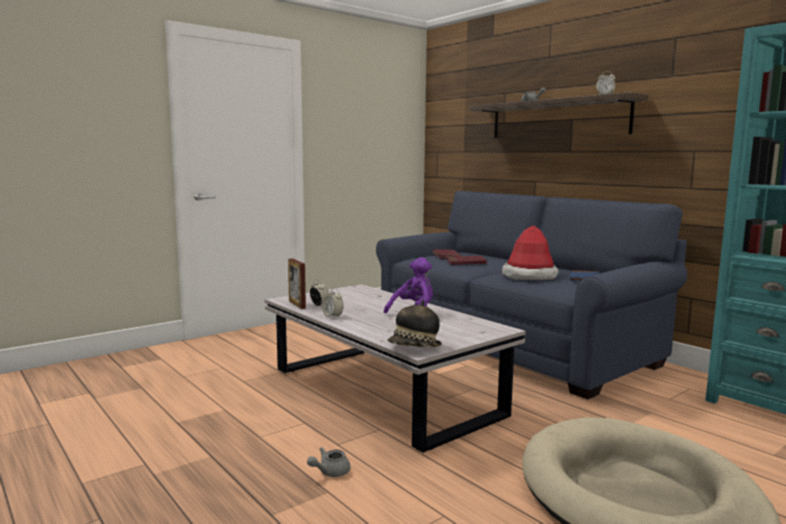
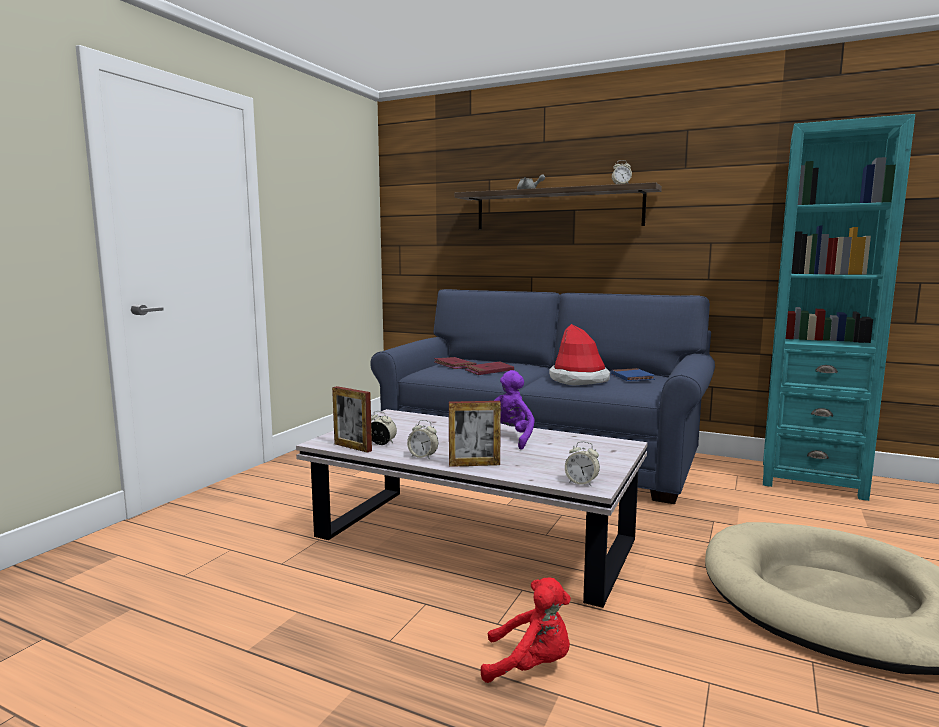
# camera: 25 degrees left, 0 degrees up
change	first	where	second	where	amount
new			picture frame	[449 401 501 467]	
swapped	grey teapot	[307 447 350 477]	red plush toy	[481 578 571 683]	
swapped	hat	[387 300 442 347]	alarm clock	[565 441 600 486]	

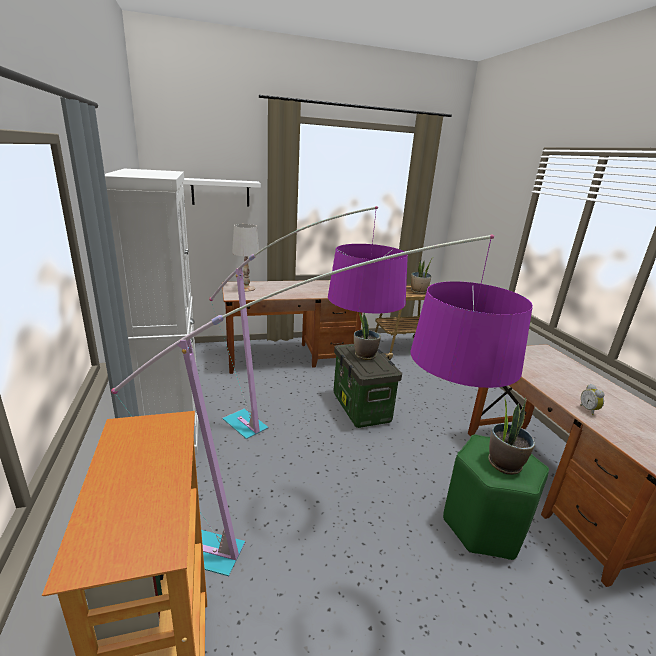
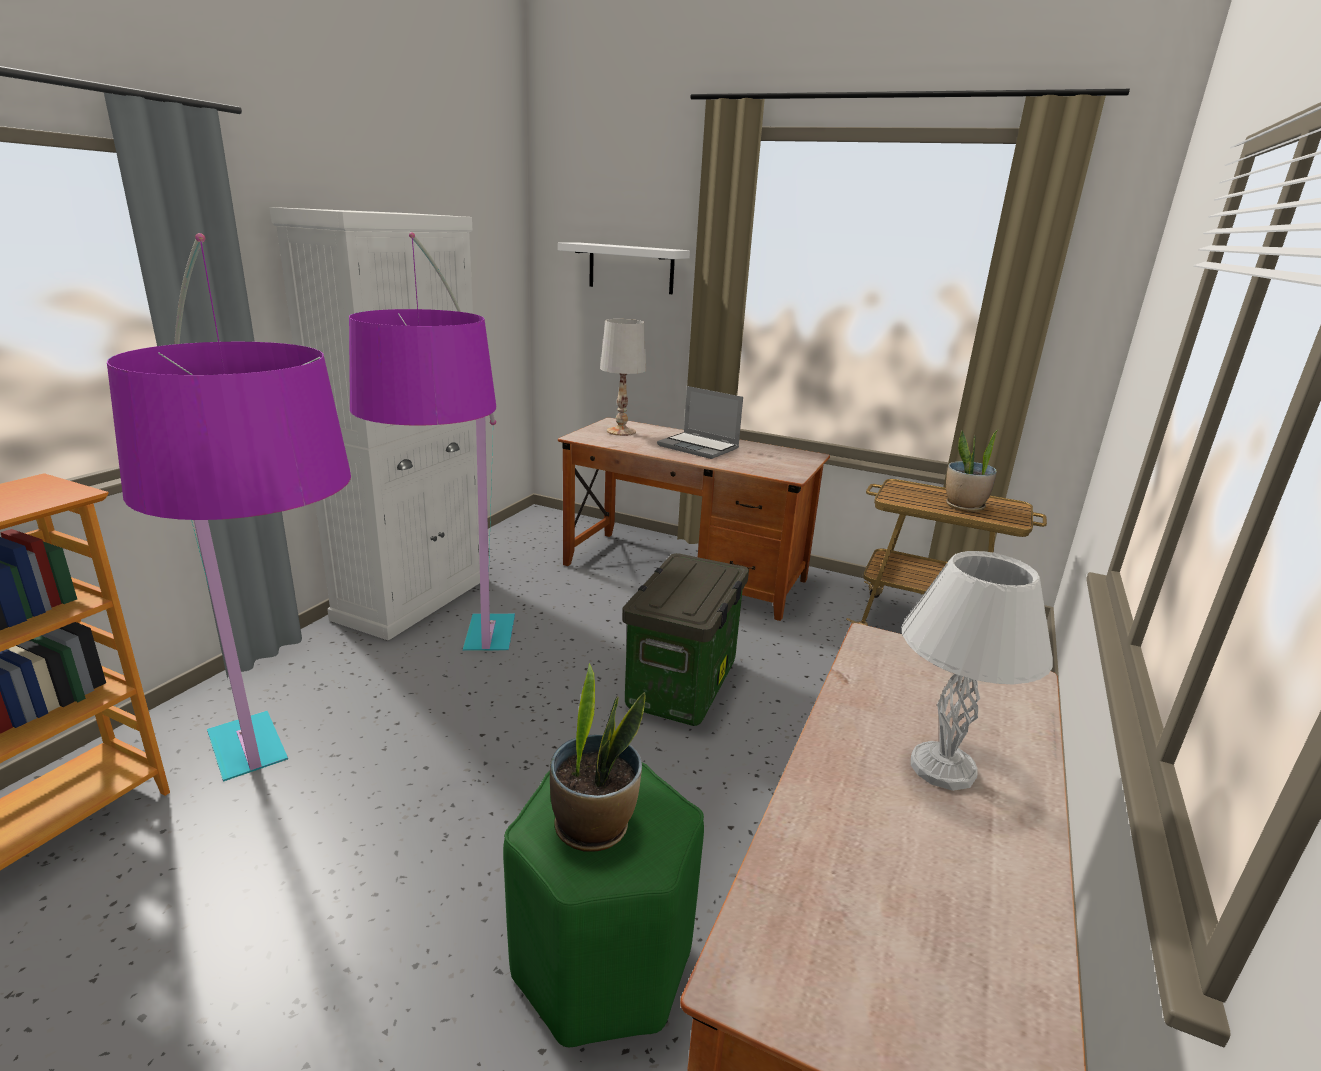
# camera: 40 degrees right, 0 degrees up
change	first	where	second	where	amount
new			laptop	[657 386 743 459]	
new			white table lamp	[901 551 1053 791]	
gone	potted plant	[354 312 381 360]			
gone	alarm clock	[580 384 604 415]			

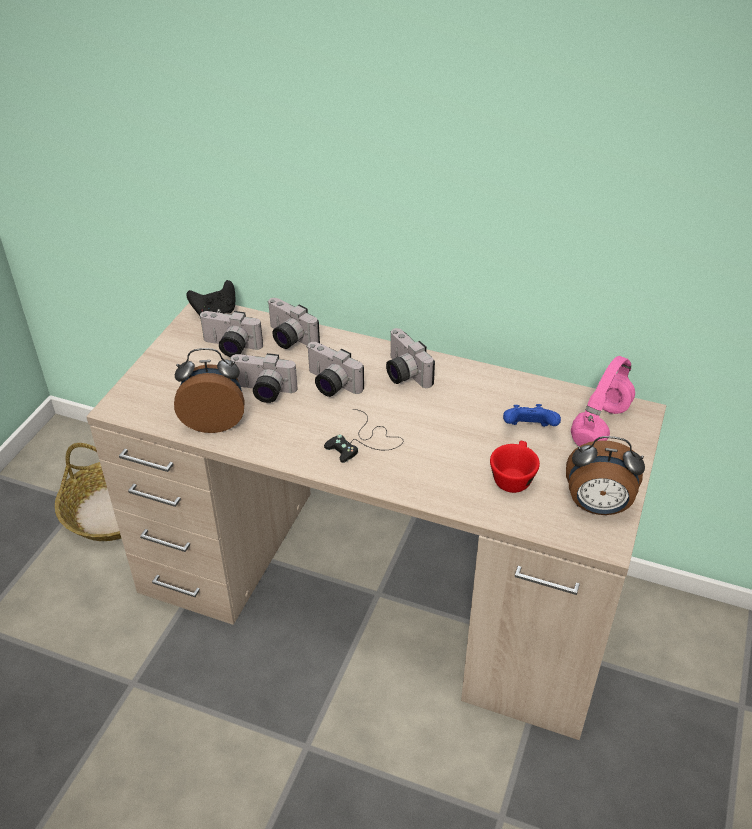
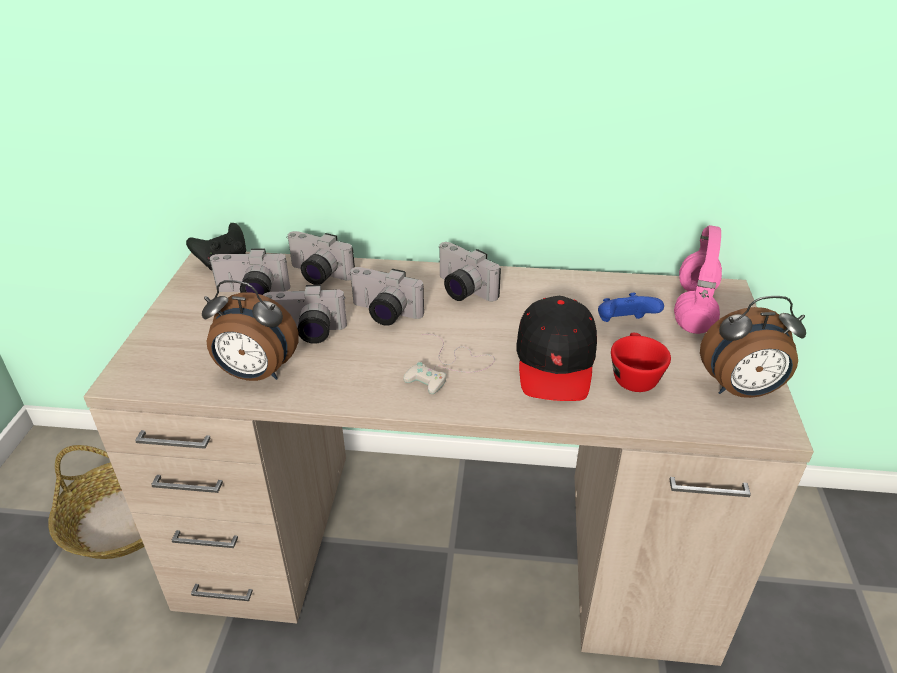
# camera: 15 degrees left, 5 degrees down
change	first	where	second	where	amount
rotated	alarm clock	[174 348 245 433]		[202 280 299 381]	150 degrees counterclockwise
repainted	black game controller	[324 409 403 463]	white game controller	[403 334 495 394]	
new			black cap	[516 296 597 401]	

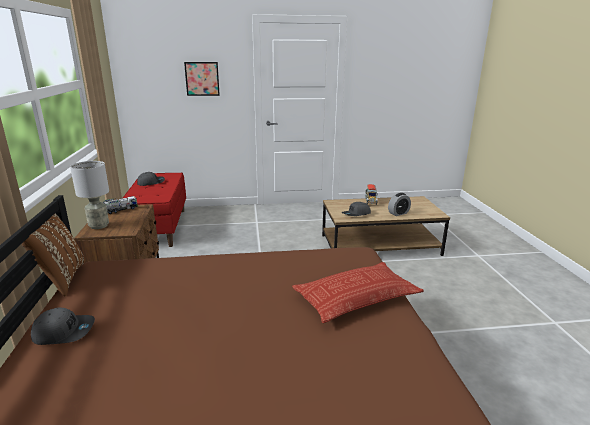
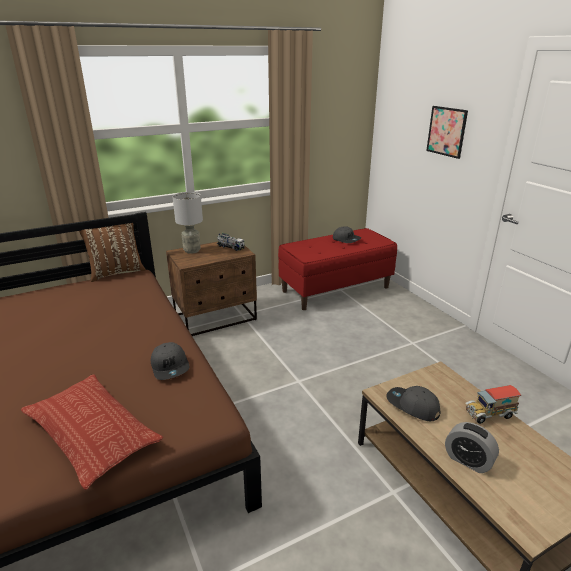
# camera: 70 degrees right, 5 degrees up
change	first	where	second	where	amount
shifted	grey cap	[31 308 95 345]		[151 342 189 380]	

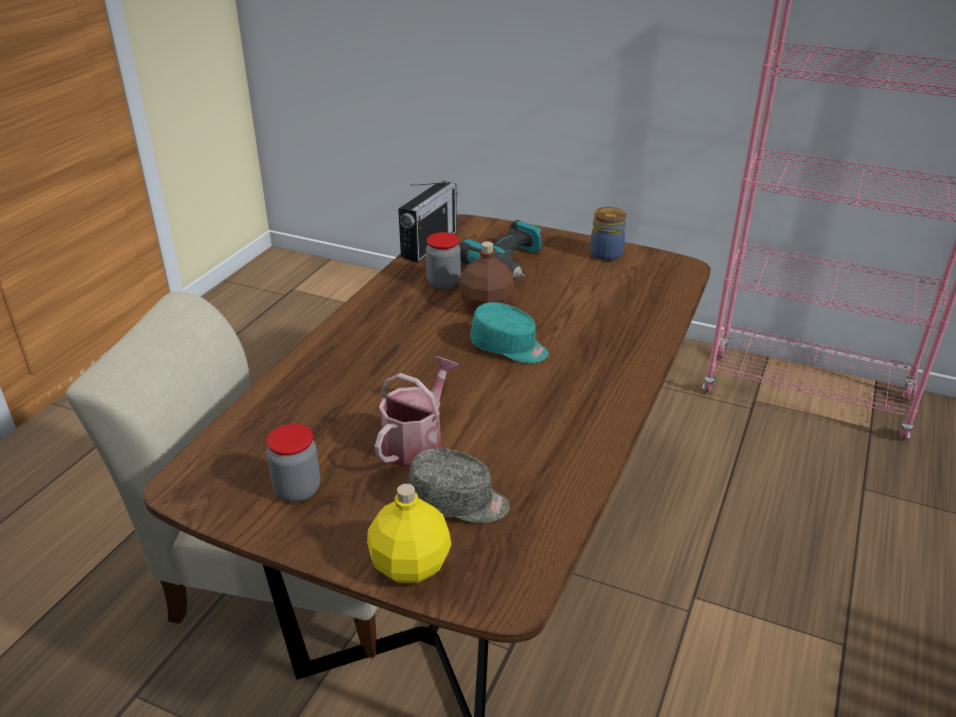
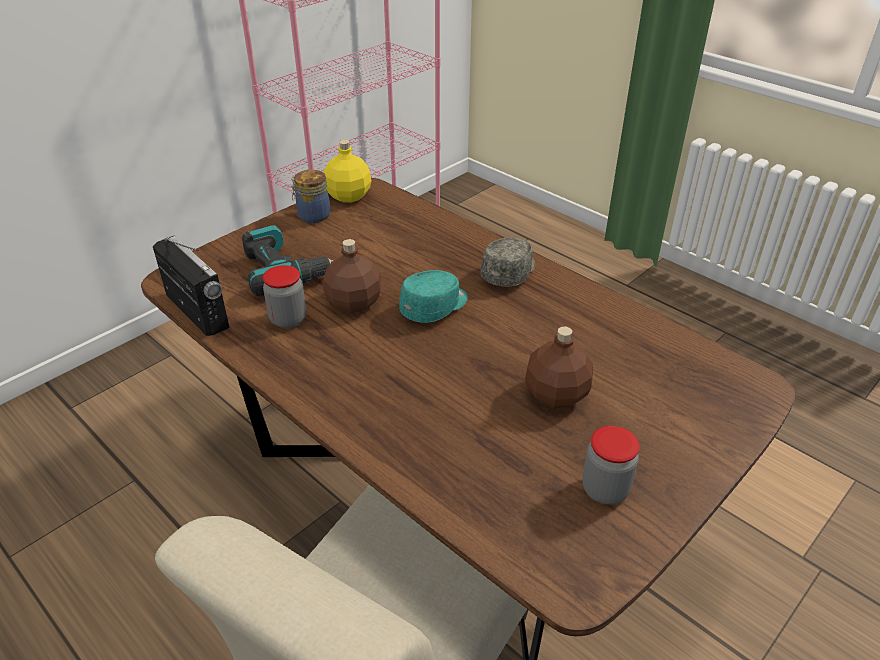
# camera: 70 degrees left, 5 degrees up
change	first	where	second	where	amount
shifted	yellow bottle	[367 484 451 583]		[324 140 371 203]	
shifted	grey cap	[407 448 510 523]		[480 237 535 287]	
swapped	watering can	[374 356 459 467]	brown bottle	[525 327 593 408]	

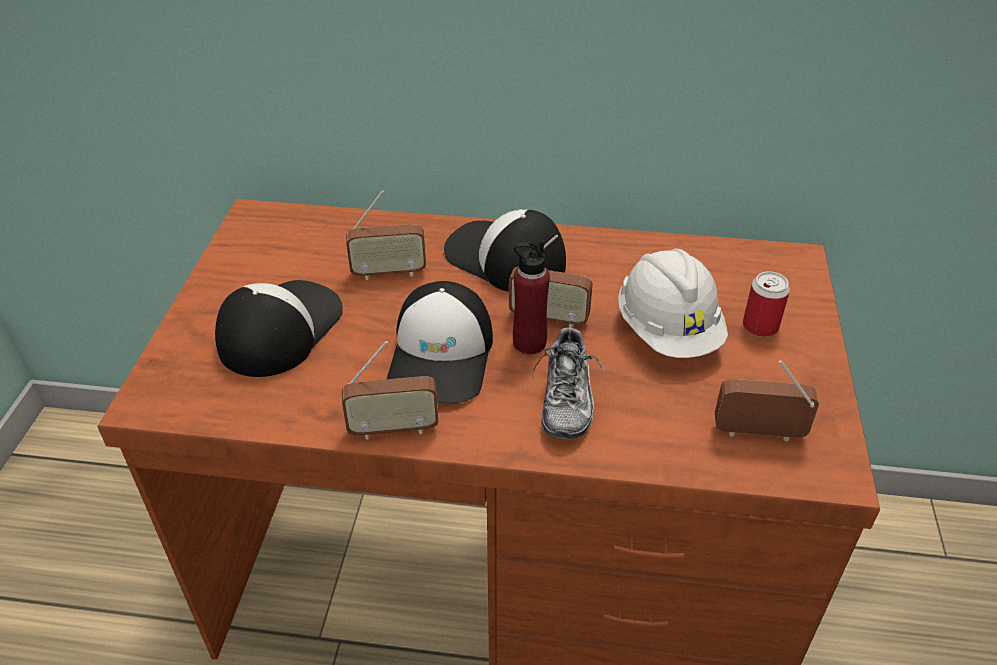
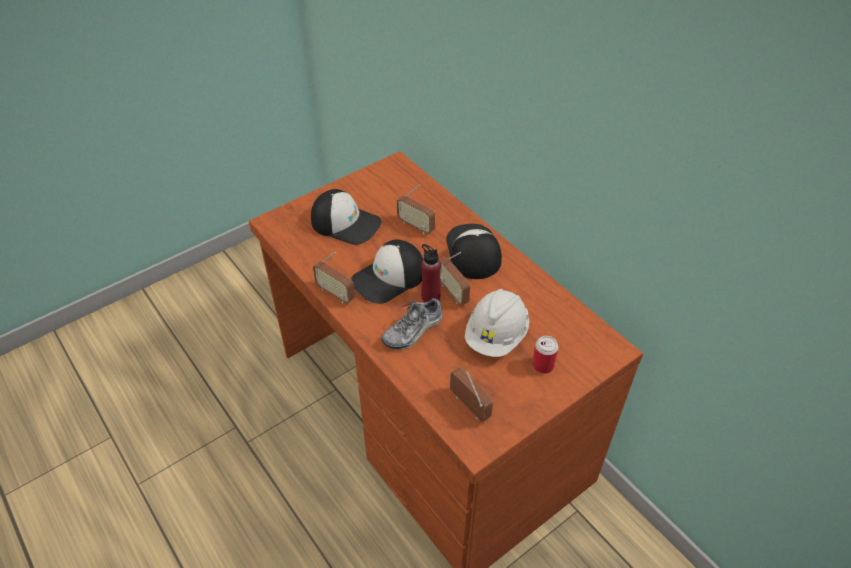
# camera: 45 degrees right, 5 degrees up
change	first	where	second	where	amount
rotated	cap	[215 280 343 377]		[311 189 382 245]	45 degrees clockwise

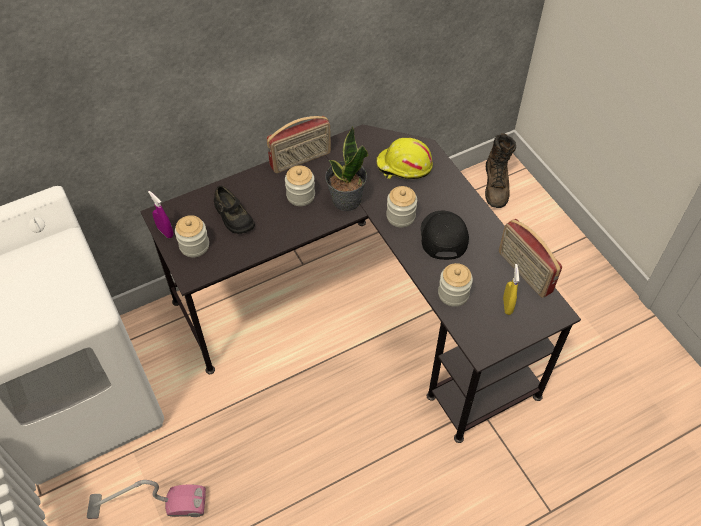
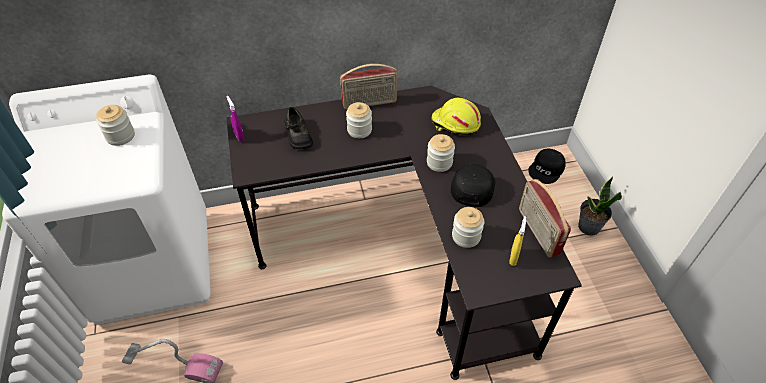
# camera: 15 degrees right, 5 degrees down
change	first	where	second	where	amount
shifted	jar	[175 215 209 257]		[96 105 135 146]	
swapped	brown boot	[485 133 516 208]	black cap	[528 148 566 184]	
shifted	potted plant	[325 126 368 211]		[578 176 622 236]	

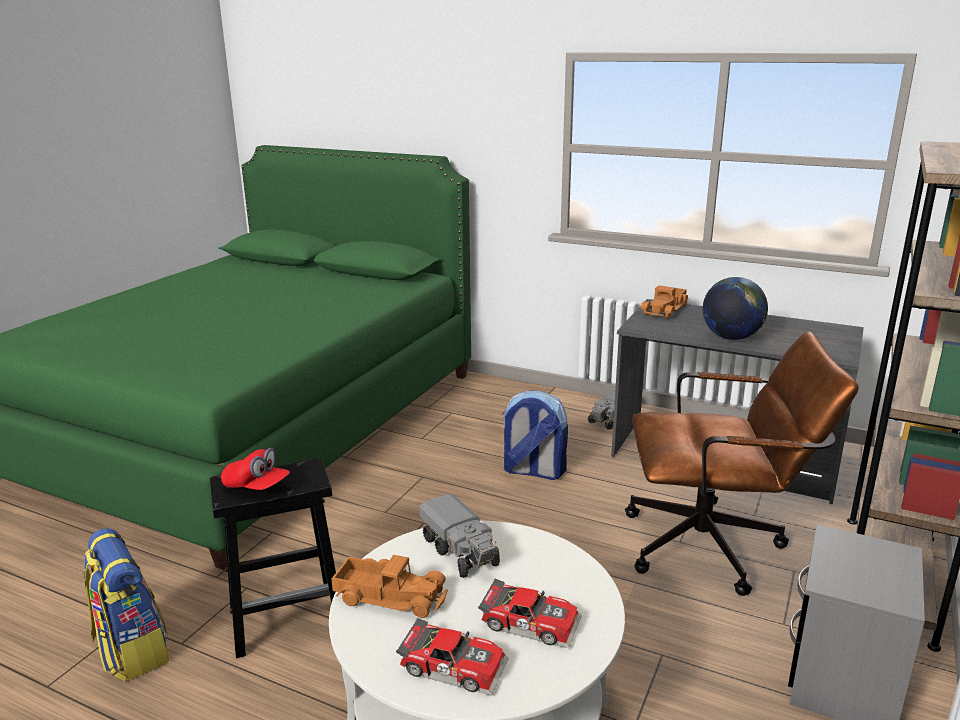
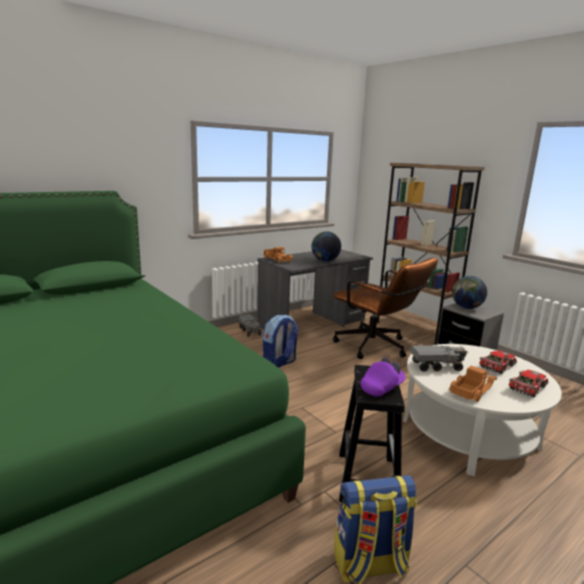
# camera: 65 degrees left, 5 degrees down
change	first	where	second	where	amount
rotated	brown office chair	[625 331 859 596]		[333 258 438 359]	105 degrees clockwise
repainted	red cap	[221 448 290 490]	purple cap	[361 357 405 397]	
new			globe	[452 276 487 309]	

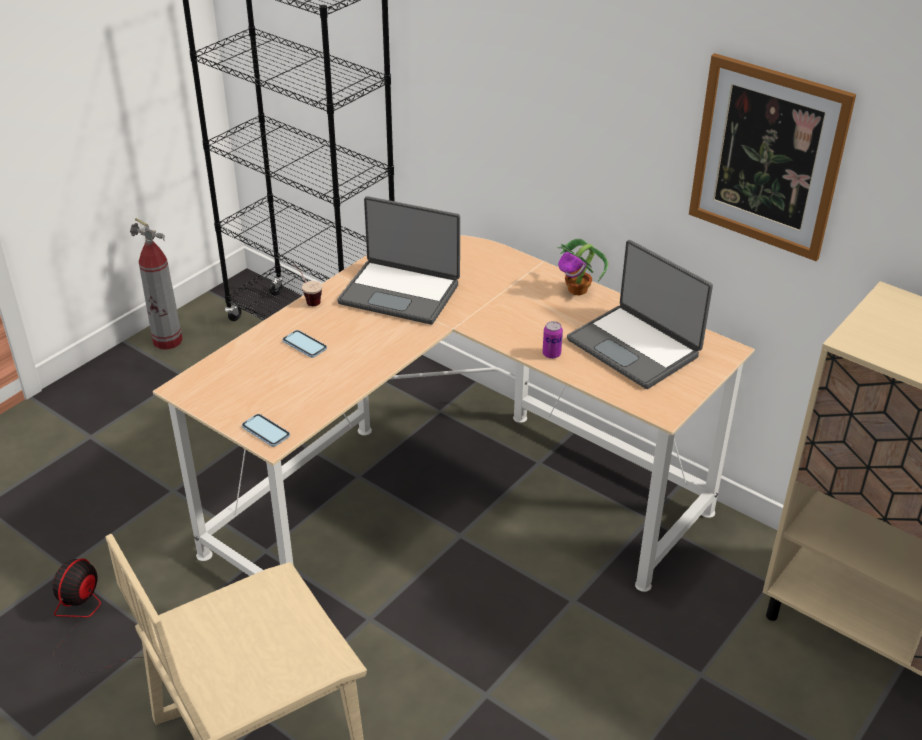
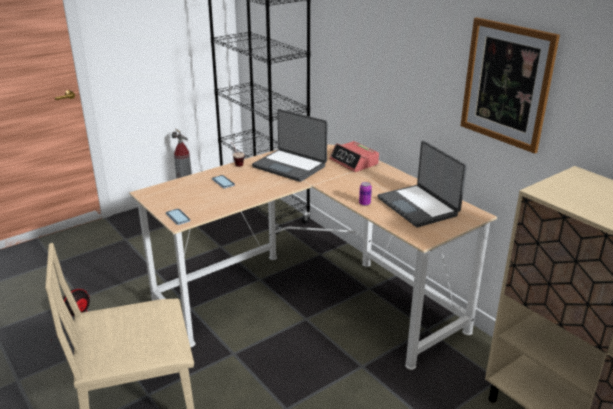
# camera: 15 degrees right, 10 degrees down
change	first	where	second	where	amount
new			alarm clock	[329 141 379 172]	
gone	potted plant	[557 239 608 295]			

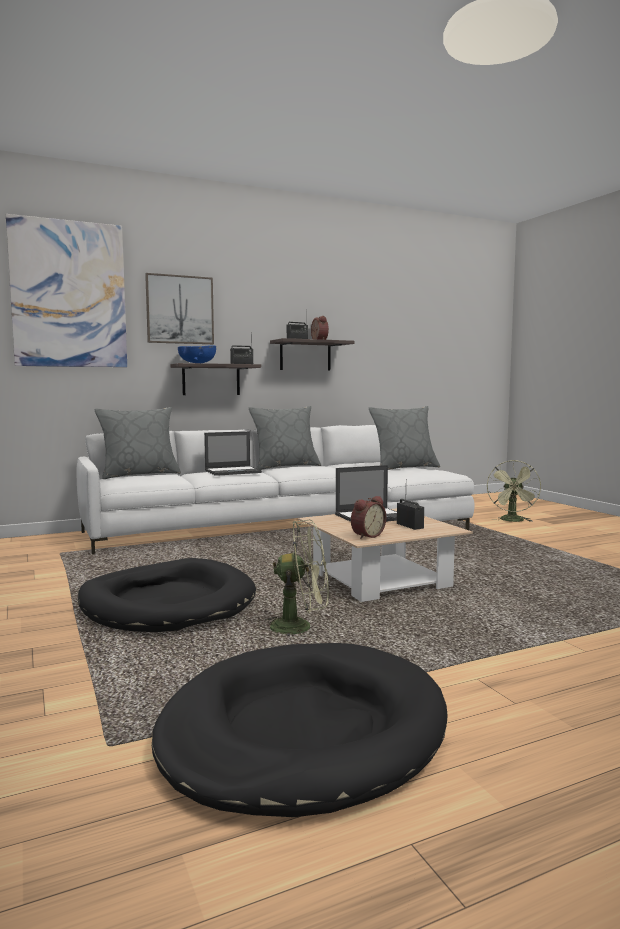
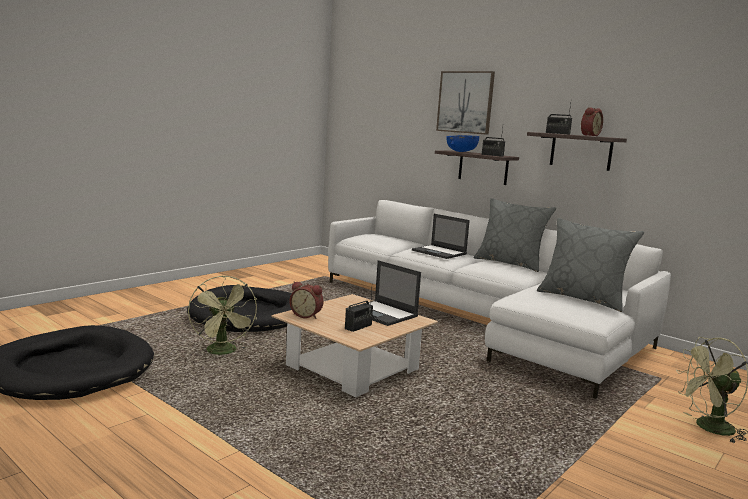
# camera: 65 degrees right, 5 degrees up
change	first	where	second	where	amount
gone	picture	[6 214 127 367]			
gone	grey pillow	[94 407 181 479]			

